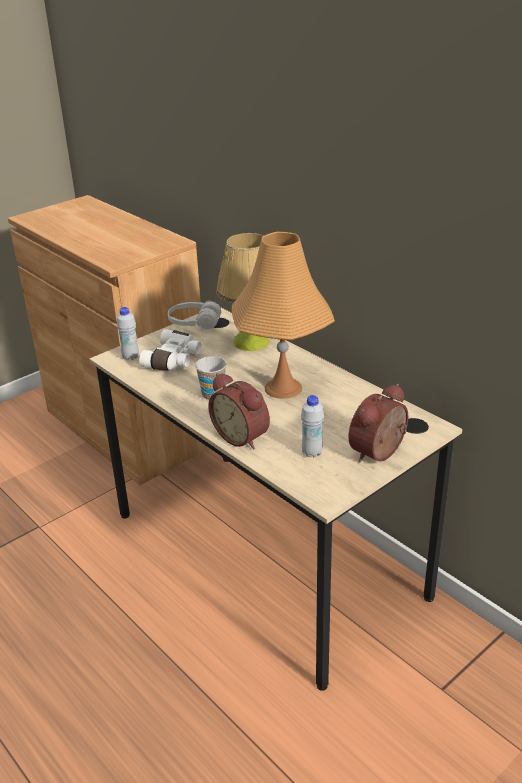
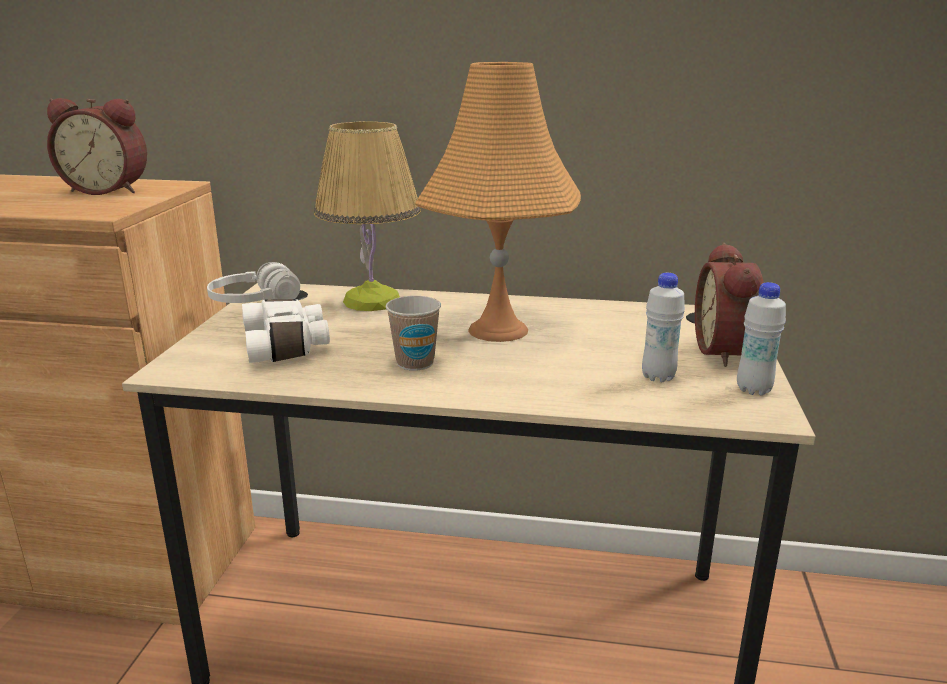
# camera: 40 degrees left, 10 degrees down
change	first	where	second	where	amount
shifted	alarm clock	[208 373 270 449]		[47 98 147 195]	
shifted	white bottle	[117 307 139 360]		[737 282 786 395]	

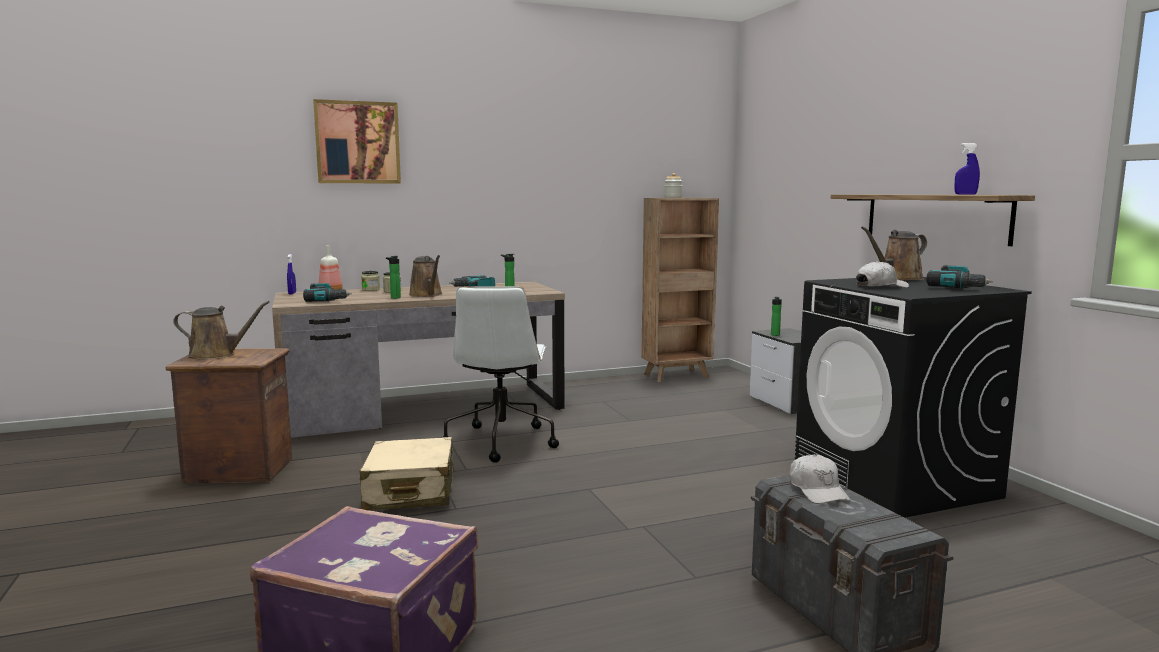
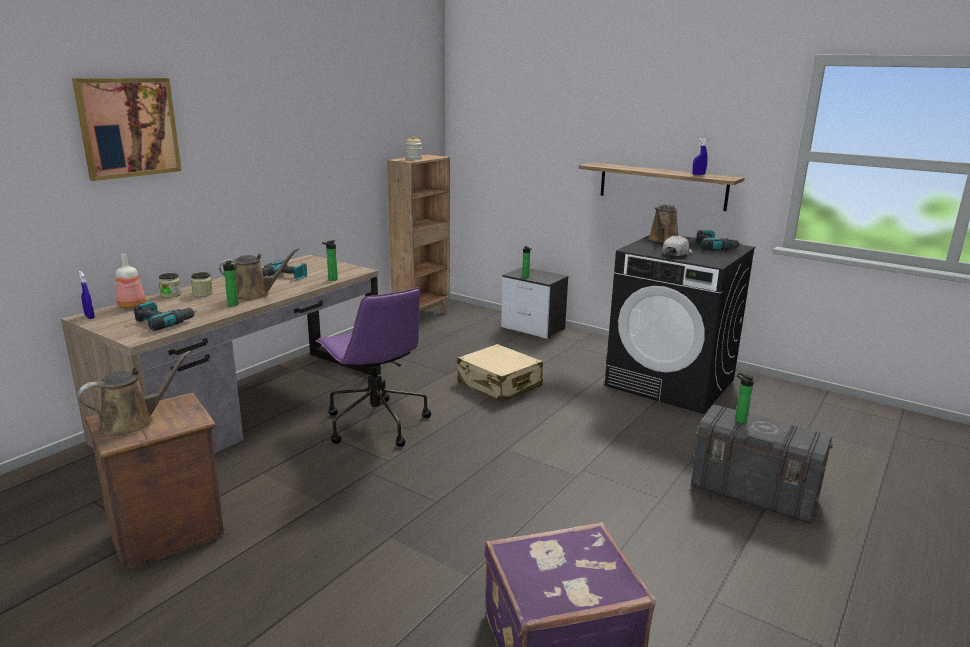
# camera: 35 degrees left, 10 degrees up
change	first	where	second	where	amount
rotated	brown watering can	[409 255 442 297]		[219 248 299 300]	45 degrees counterclockwise
repainted	white office chair	[443 286 559 463]	purple office chair	[316 287 431 447]	
shifted	beige suitcase	[360 437 454 510]		[457 344 543 402]	
swapped	white cap	[790 454 851 504]	bottle	[735 373 754 423]	

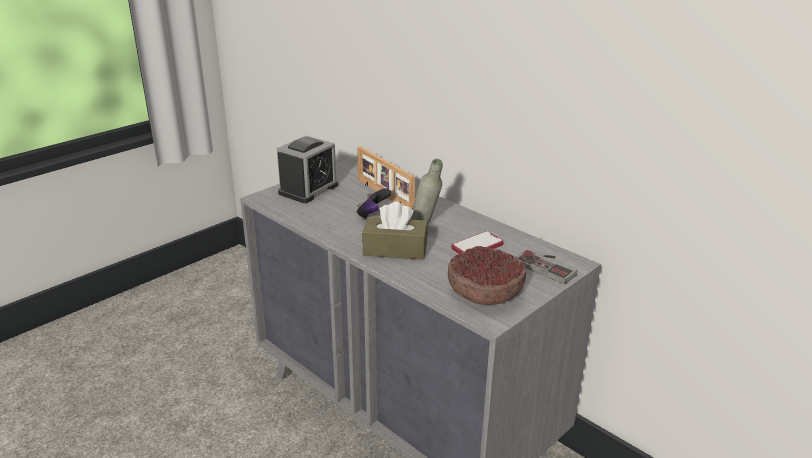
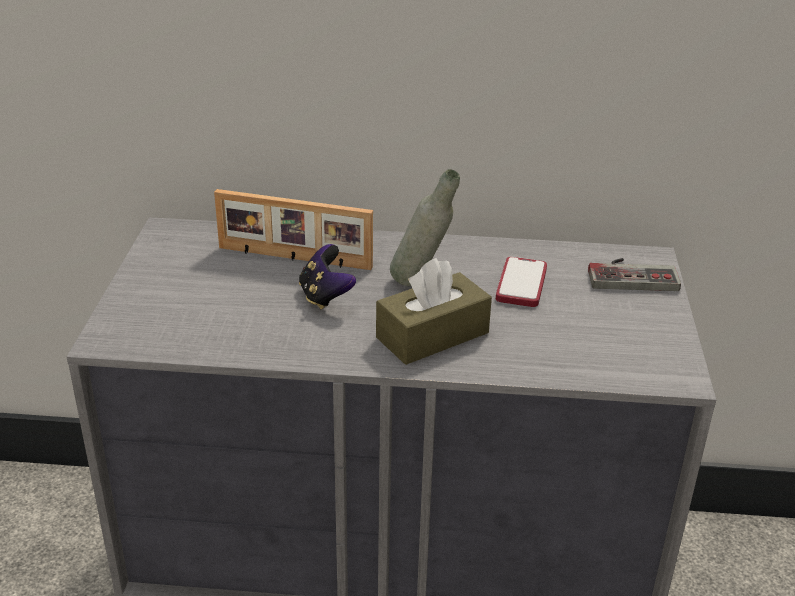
# camera: 40 degrees left, 5 degrees up
change	first	where	second	where	amount
gone	alarm clock	[277 136 338 203]			
gone	bowl	[448 246 526 305]			

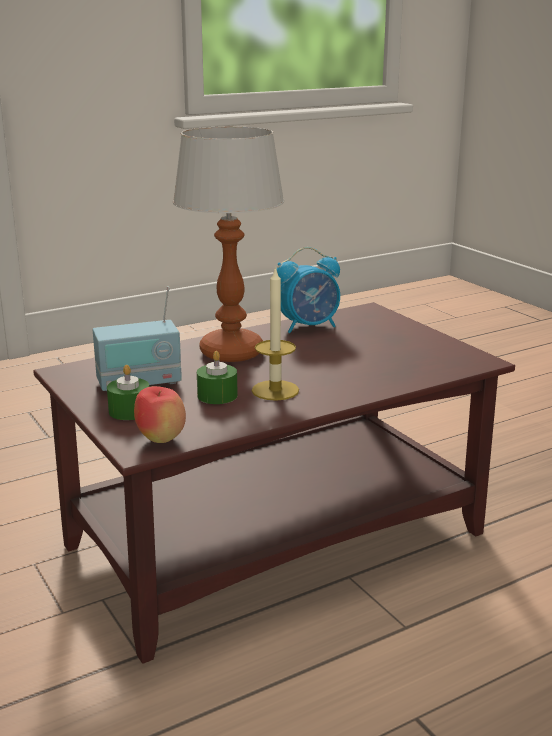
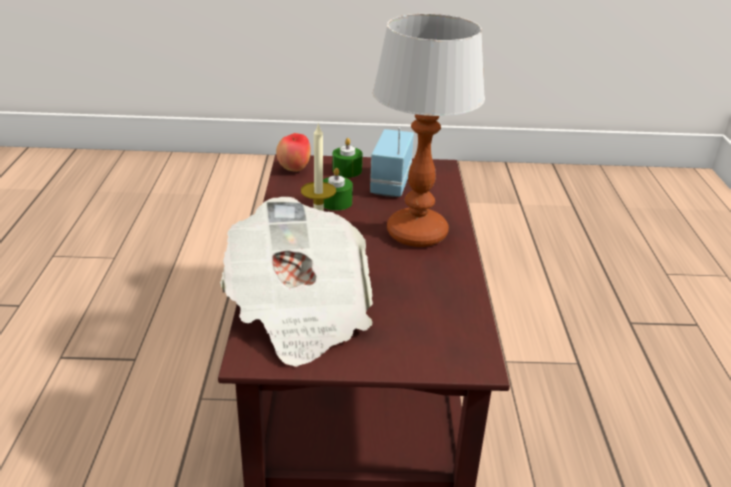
# camera: 120 degrees right, 10 degrees up
change	first	where	second	where	amount
new			newspaper	[220 197 373 367]	
gone	alarm clock	[277 247 340 333]			

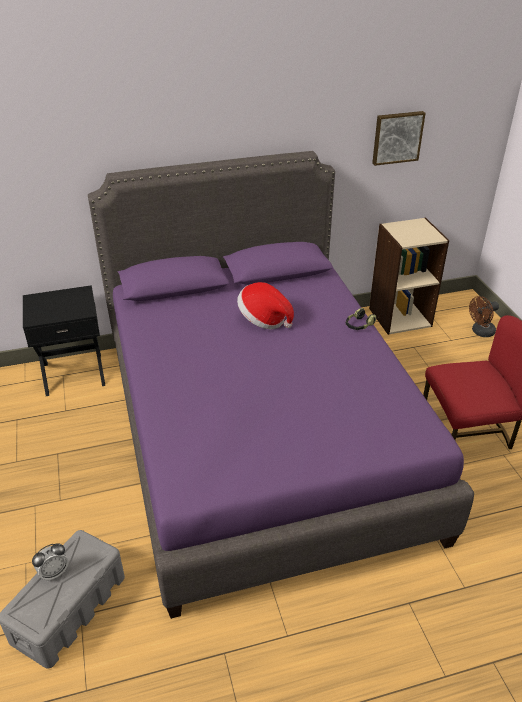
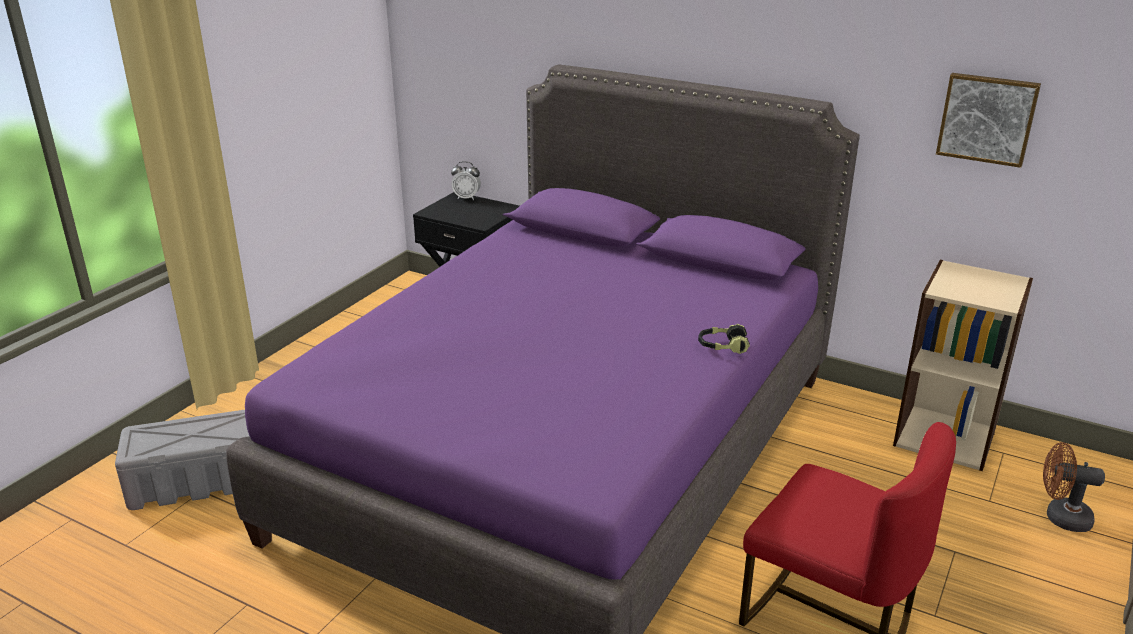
# camera: 45 degrees right, 10 degrees down
change	first	where	second	where	amount
shifted	alarm clock	[32 543 69 582]		[451 161 481 200]	
gone	hat	[237 282 294 330]			

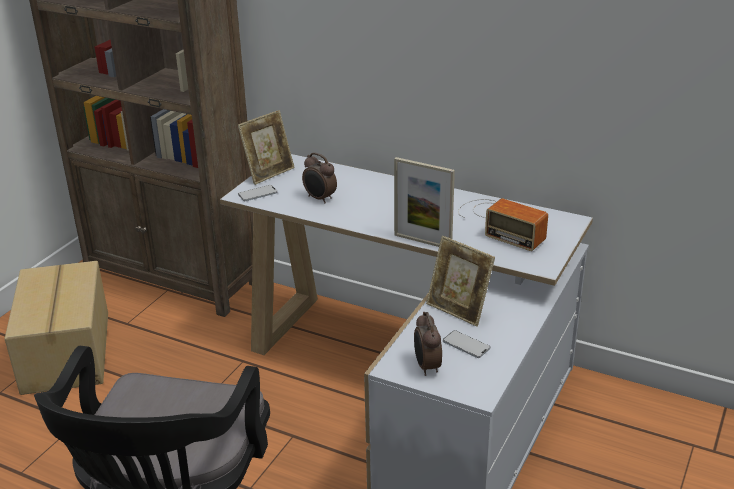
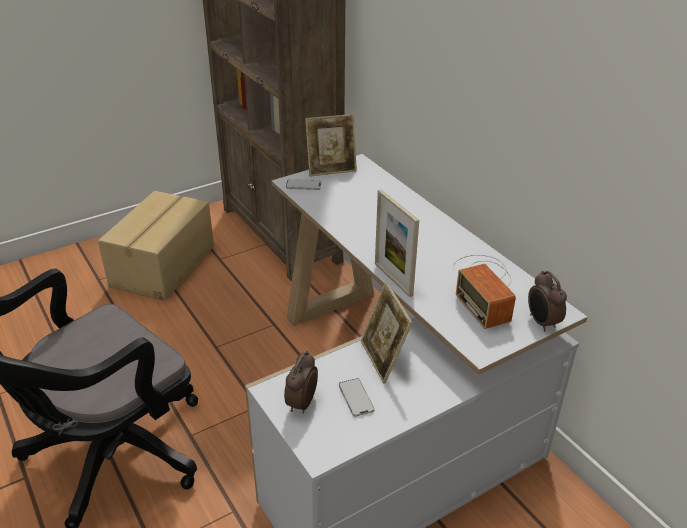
# camera: 30 degrees right, 5 degrees up
change	first	where	second	where	amount
shifted	alarm clock	[302 153 337 203]		[528 271 567 332]	

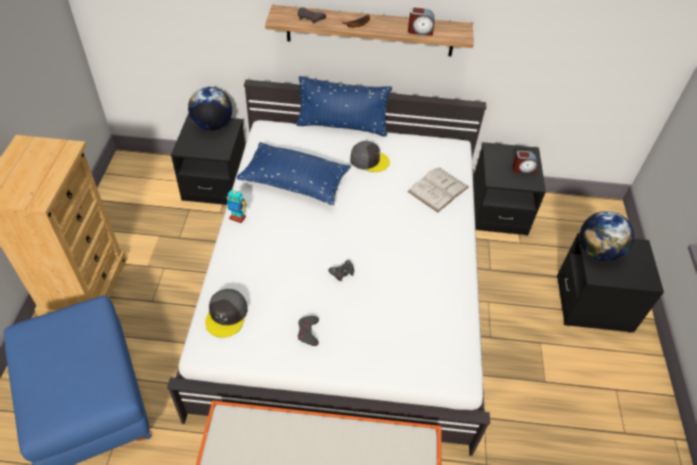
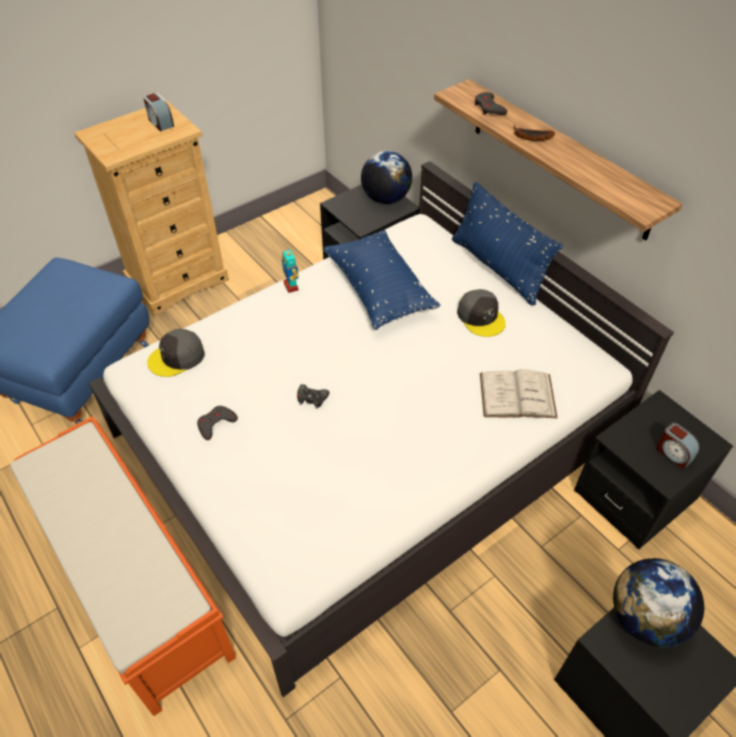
# camera: 50 degrees right, 0 degrees up
change	first	where	second	where	amount
shifted	alarm clock	[408 7 435 36]		[143 93 174 132]	

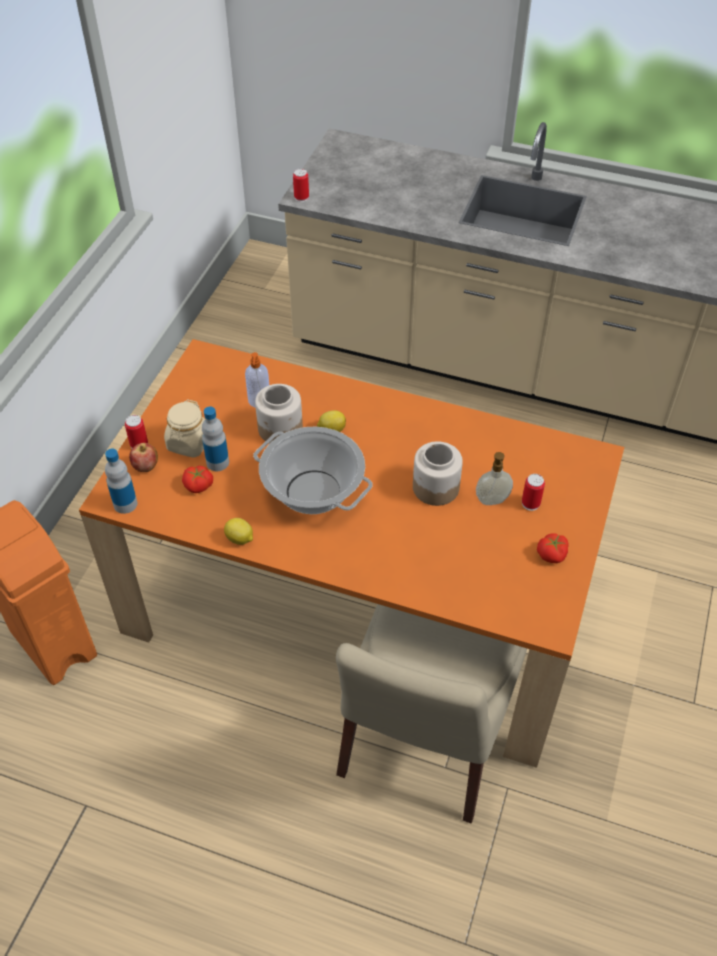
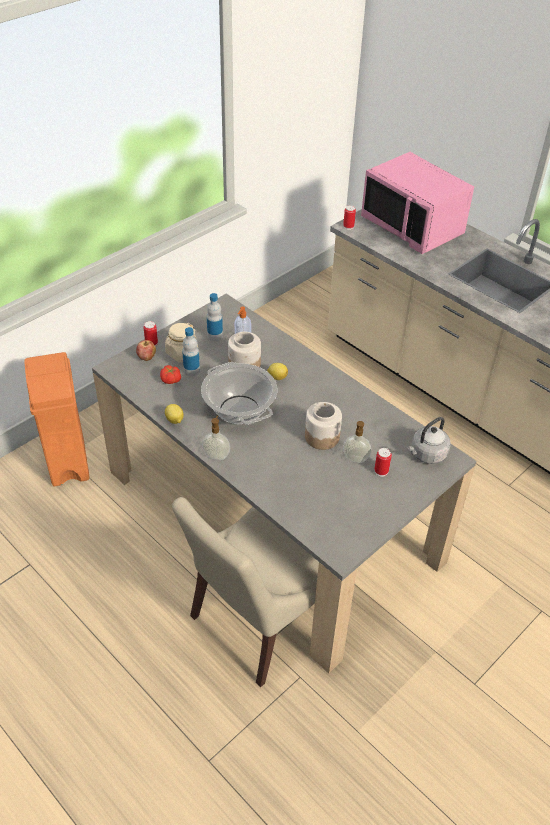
# camera: 25 degrees right, 5 degrees down
change	first	where	second	where	amount
repainted	orange dining table	[79 339 624 768]	grey dining table	[92 293 476 673]	
new			soap dispenser	[202 415 230 460]	
shifted	bottle	[105 449 137 514]		[207 293 223 341]	
new			pink microwave	[361 152 474 254]	
new			grey kettle	[408 417 450 464]	
gone	tomato	[537 534 569 563]			

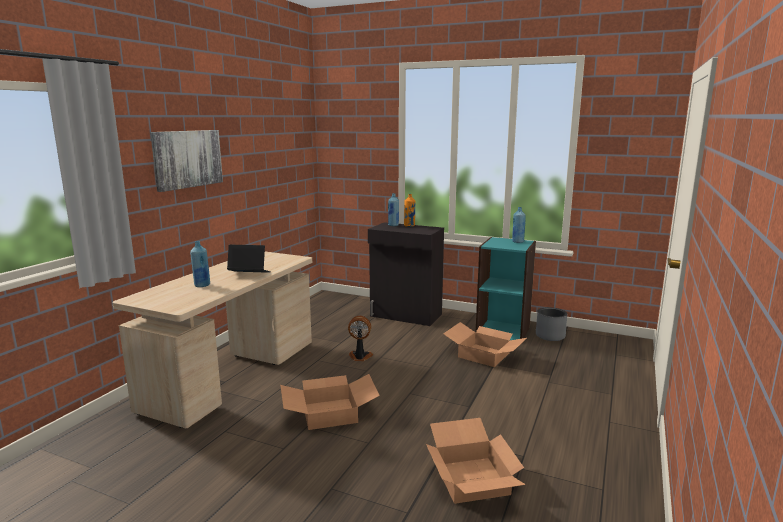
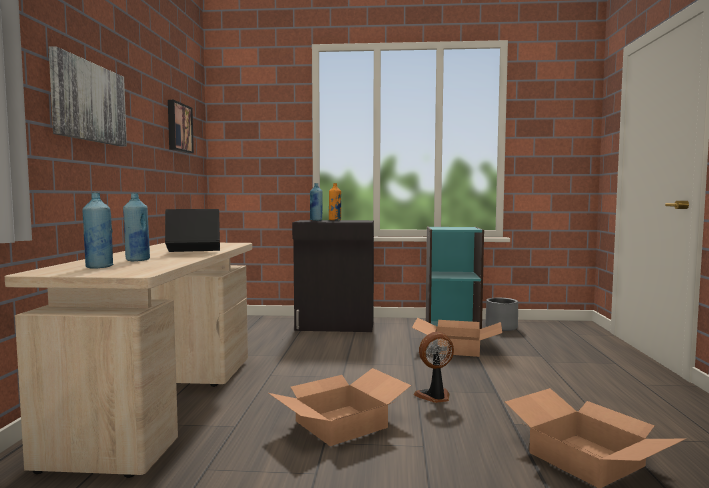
# camera: 20 degrees left, 10 degrees down
change	first	where	second	where	amount
shifted	blue bottle	[512 207 526 243]		[82 193 114 269]	
new			picture	[168 100 194 153]	
shifted	fan	[348 316 373 361]		[413 332 454 403]	

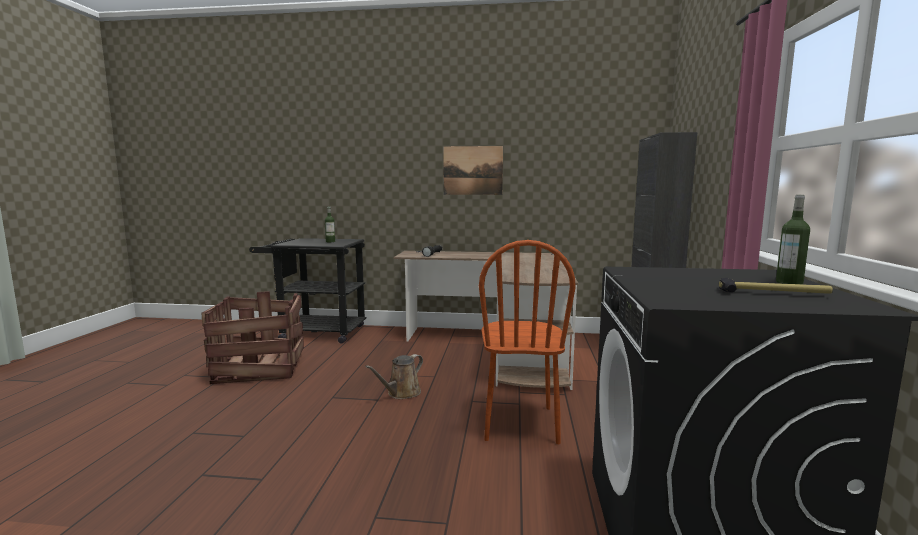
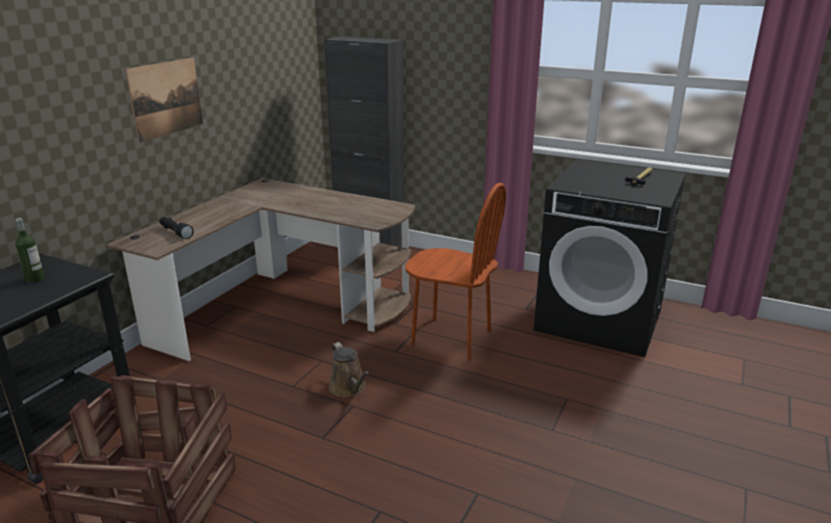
# camera: 70 degrees left, 15 degrees up
change	first	where	second	where	amount
gone	bottle	[776 195 810 284]			

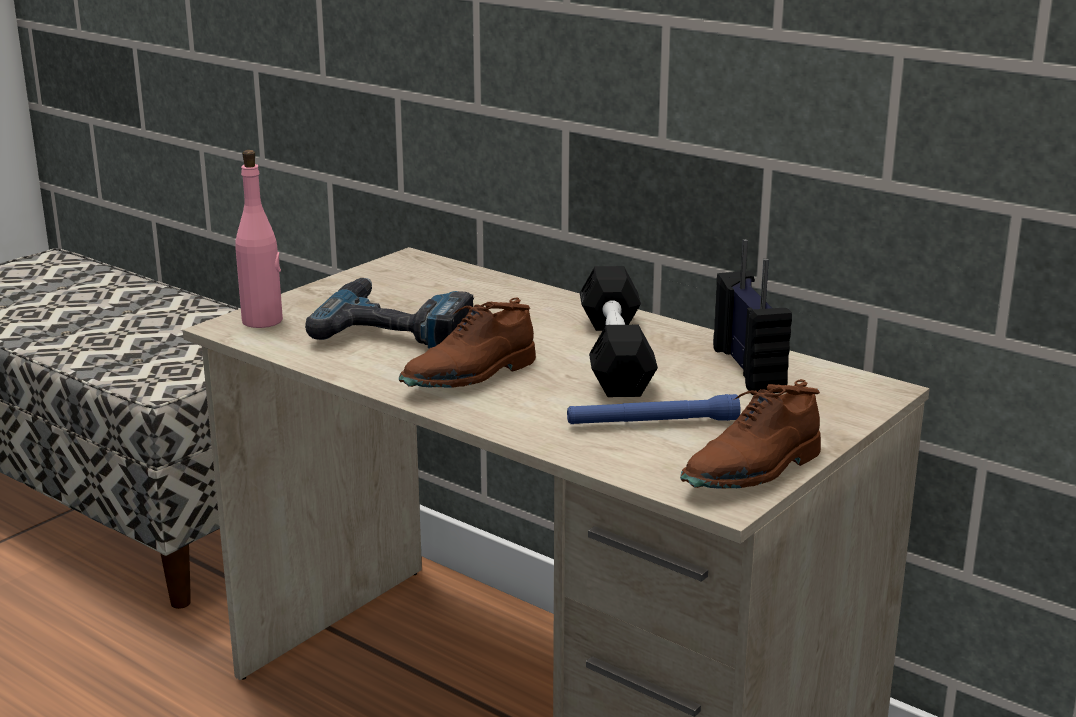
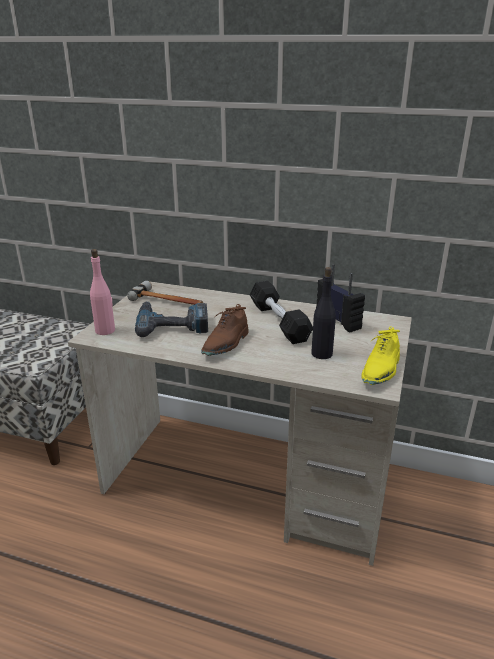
# camera: 20 degrees left, 5 degrees up
change	first	where	second	where	amount
new			hammer	[127 281 203 305]	
swapped	blue flashlight	[567 394 740 424]	black bottle	[311 267 336 359]	
repainted	brown shoe	[680 379 821 489]	yellow shoe	[361 326 400 385]	

